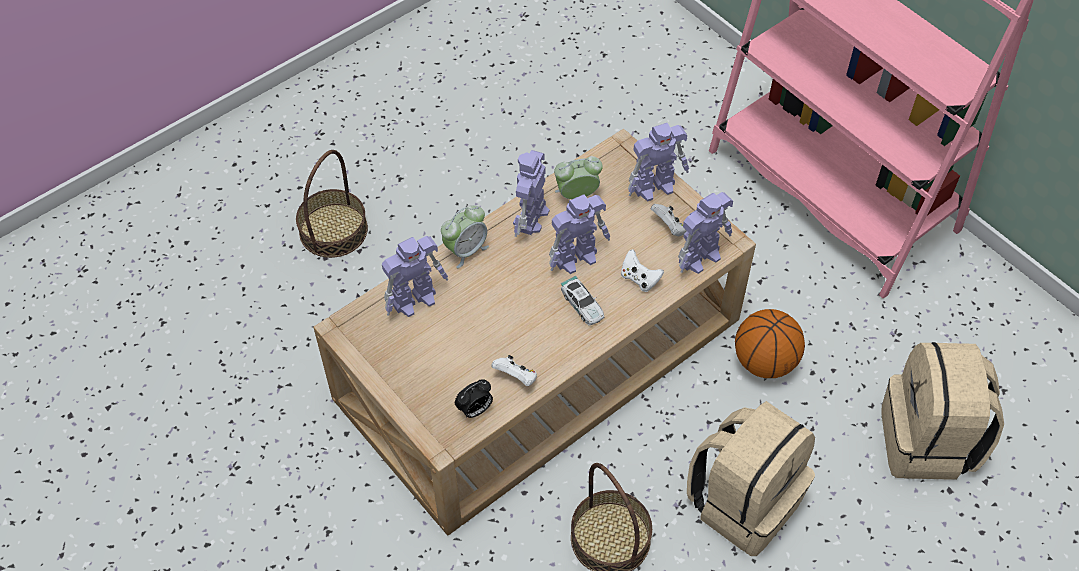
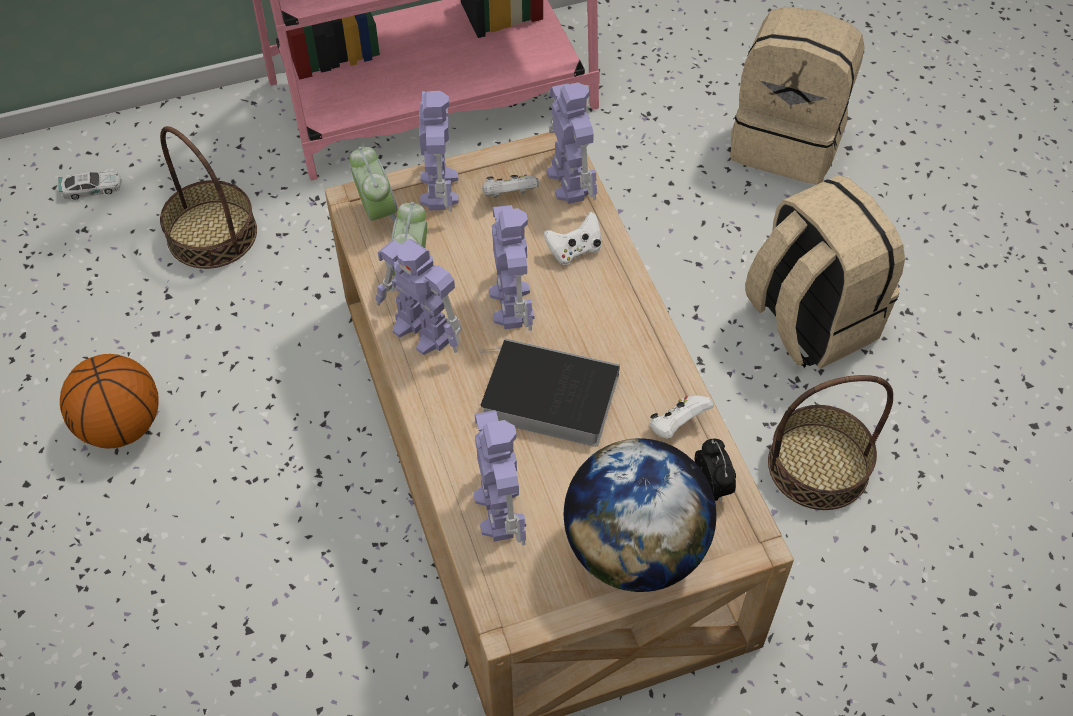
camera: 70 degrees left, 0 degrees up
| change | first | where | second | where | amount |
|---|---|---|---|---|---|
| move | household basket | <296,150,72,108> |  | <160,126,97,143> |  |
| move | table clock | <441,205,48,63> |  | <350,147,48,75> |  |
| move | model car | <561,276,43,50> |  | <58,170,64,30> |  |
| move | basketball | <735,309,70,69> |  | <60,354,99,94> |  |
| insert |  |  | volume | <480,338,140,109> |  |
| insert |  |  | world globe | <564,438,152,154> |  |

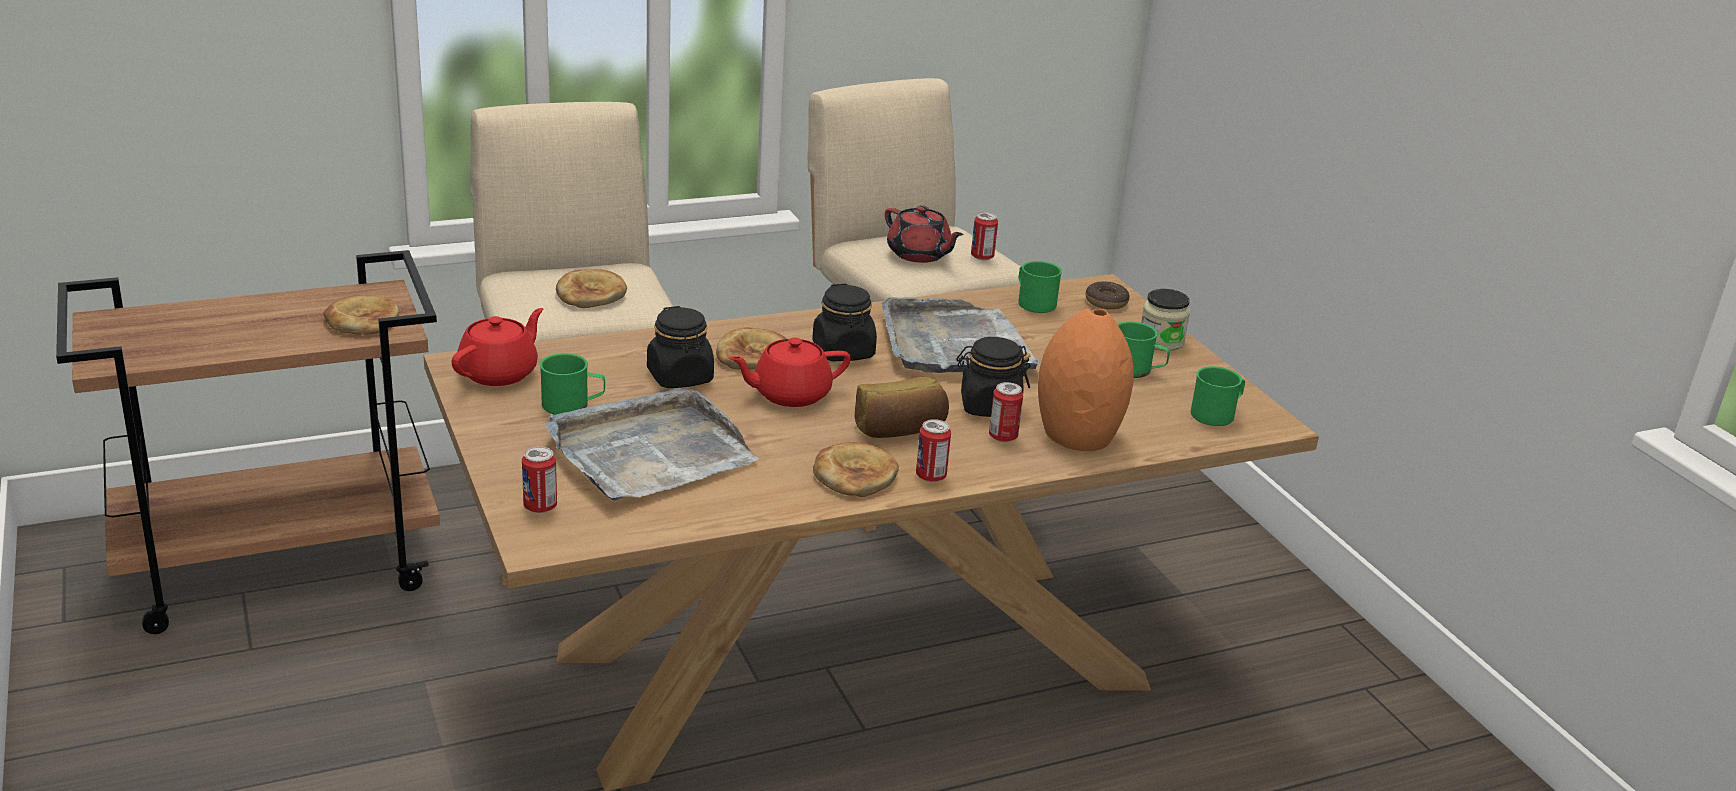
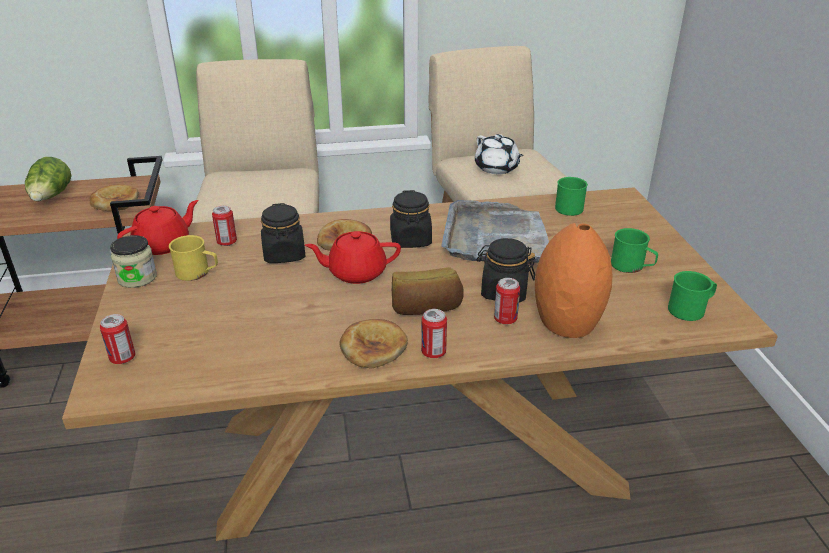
camera: 15 degrees right, 5 degrees up
| change | first | where | second | where | amount |
|---|---|---|---|---|---|
| recolor | coffee mug in green-coloured | <540,353,65,62> | coffee mug in yellow-coloured | <169,235,49,46> |  |
| delete | serving tray in greyish | <545,388,214,113> |  |  |  |
| delete | baked bread | <556,269,71,39> |  |  |  |
| recolor | teapot in red | <885,205,79,58> | teapot in whitish | <475,134,49,40> |  |
| move | can | <971,212,27,48> |  | <212,206,25,40> |  |
| delete | doughnut | <1085,281,45,28> |  |  |  |
| move | preserve jar | <1141,289,49,62> |  | <110,235,47,53> |  |
| insert |  |  | head of lettuce | <25,157,46,44> |  |

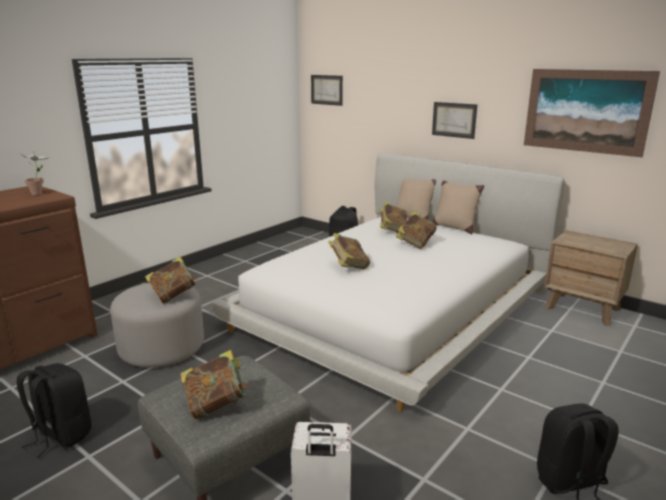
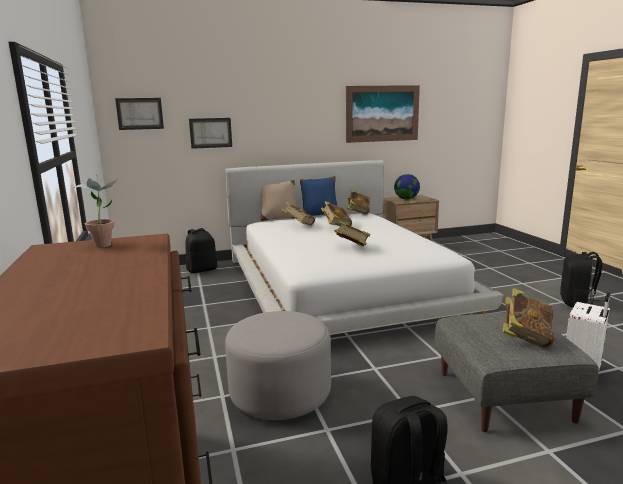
camera: 55 degrees left, 5 degrees down
| change | first | where | second | where | amount |
|---|---|---|---|---|---|
| move | volume | <145,257,52,47> |  | <347,190,23,25> |  |
| move | wall picture | <432,102,45,37> |  | <189,118,43,31> |  |
| recolor | cushion in beige | <432,180,52,54> | cushion in bluish | <300,176,37,40> |  |
| insert |  |  | world globe | <394,174,26,25> |  |

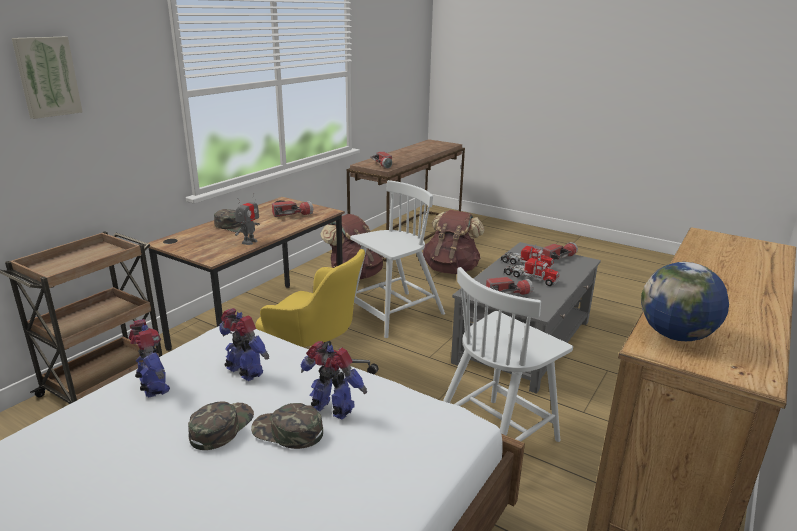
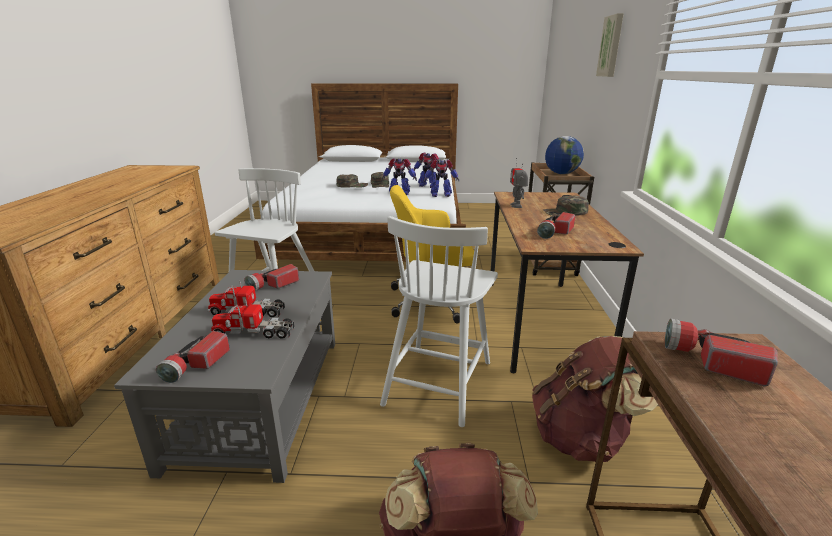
camera: 150 degrees right, 0 degrees up
| change | first | where | second | where | amount |
|---|---|---|---|---|---|
| move | toy robot | <301,341,66,79> |  | <423,160,36,37> |  |
| move | world globe | <641,262,88,79> |  | <545,136,39,38> |  |

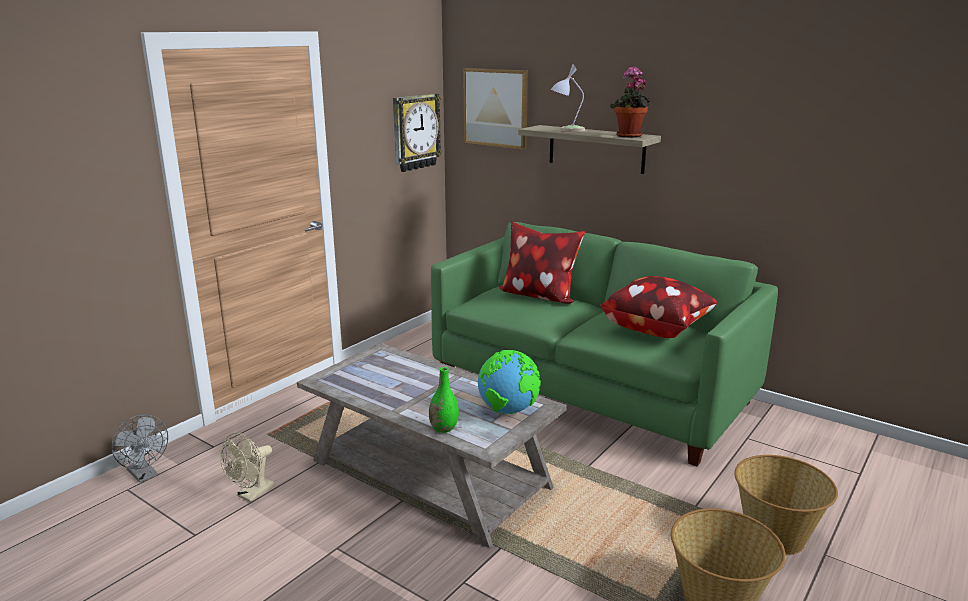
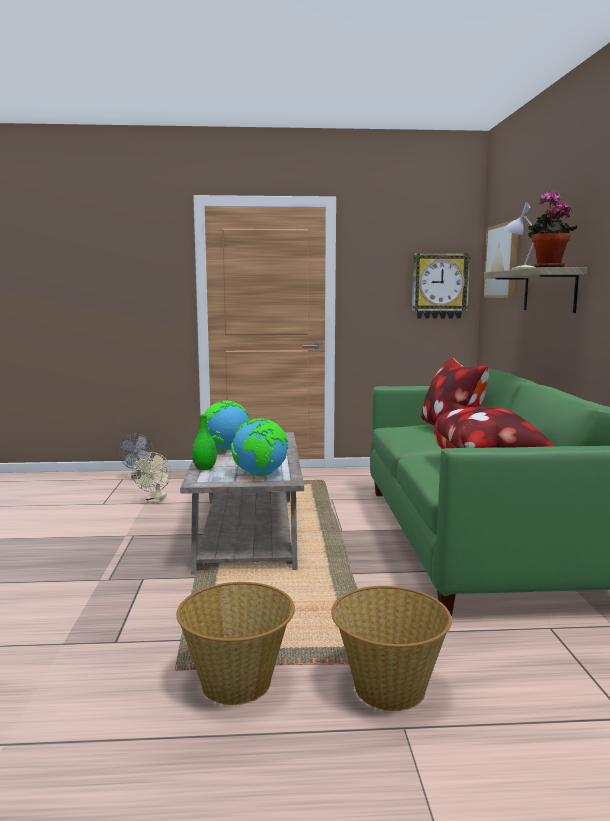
camera: 50 degrees right, 10 degrees down
| change | first | where | second | where | amount |
|---|---|---|---|---|---|
| rotate | cooling fan in beige | <220,433,55,69> |  | <132,452,39,51> | 75 degrees counterclockwise |
| insert |  |  | world globe | <204,401,45,49> |  |

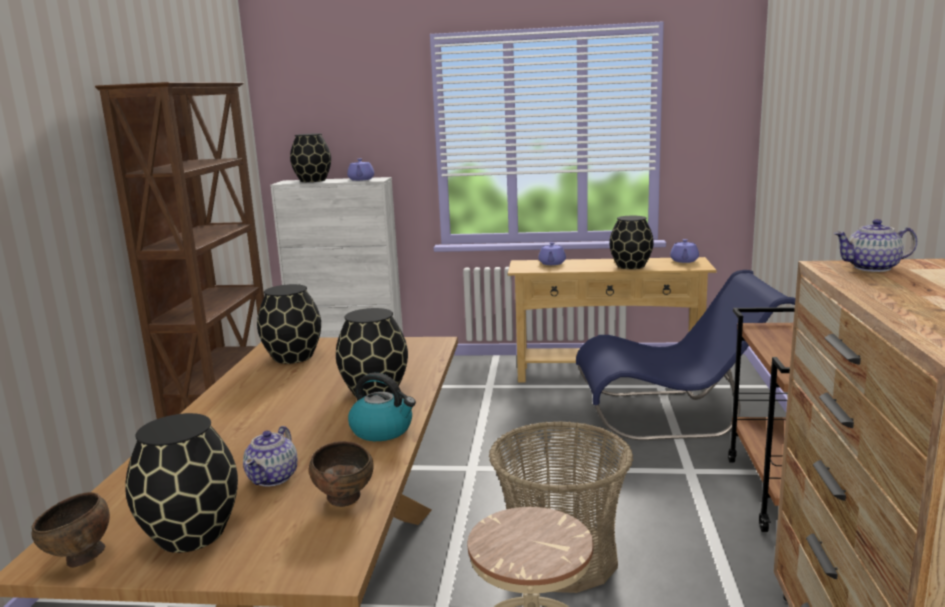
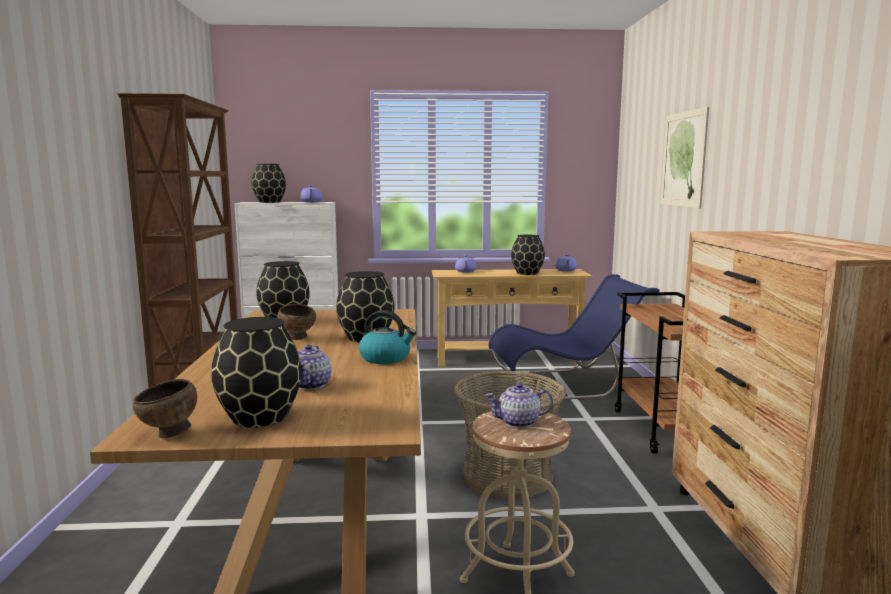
camera: 10 degrees left, 5 degrees down
| change | first | where | second | where | amount |
|---|---|---|---|---|---|
| move | deep dish in brownish | <309,441,65,66> |  | <277,304,39,36> |  |
| move | teapot | <834,219,83,53> |  | <485,383,68,45> |  |
| insert |  |  | wall picture | <660,107,49,102> |  |

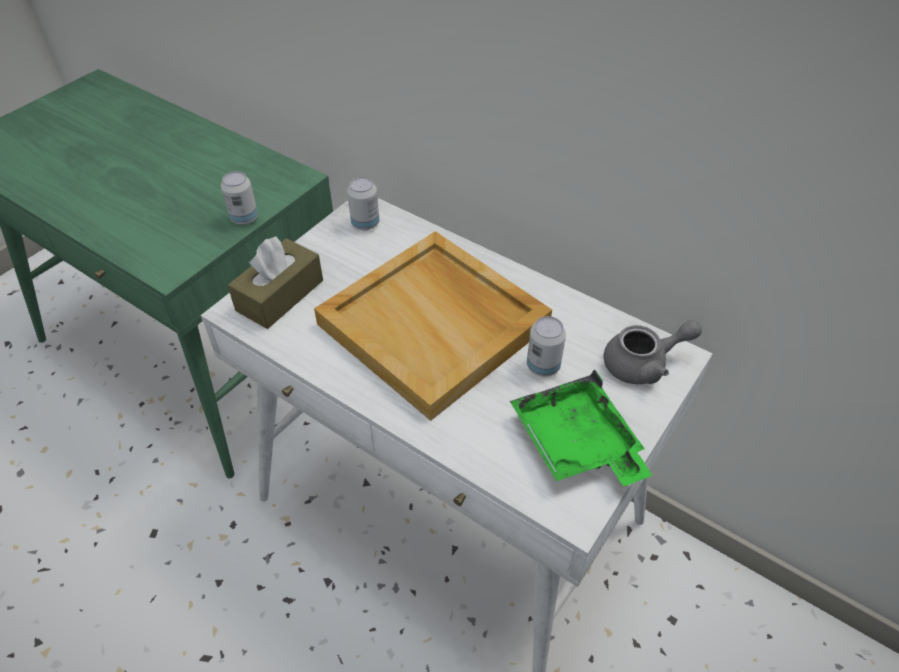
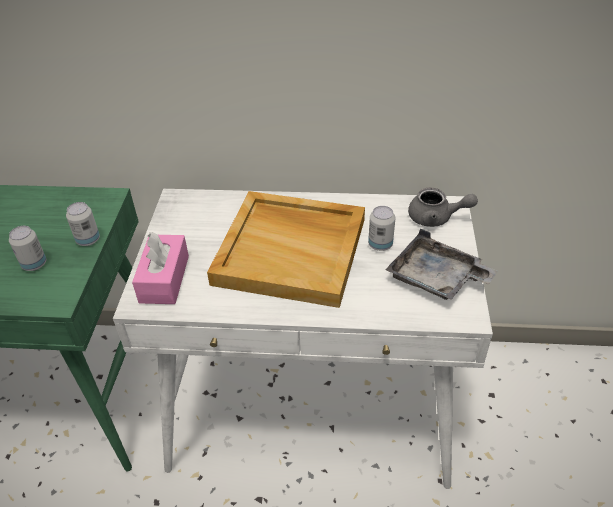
camera: 30 degrees left, 5 degrees down
| change | first | where | second | where | amount |
|---|---|---|---|---|---|
| recolor | tissue box in brownish | <228,237,95,92> | tissue box in pink-coloured | <132,232,57,72> |  |
| move | can | <347,177,32,53> |  | <9,226,37,45> |  |
| recolor | serving tray in green-coloured | <510,369,142,117> | serving tray in greyish | <385,229,113,71> |  |
| rotate | teapot in greyish | <604,320,98,64> |  | <408,188,70,39> | 60 degrees clockwise |

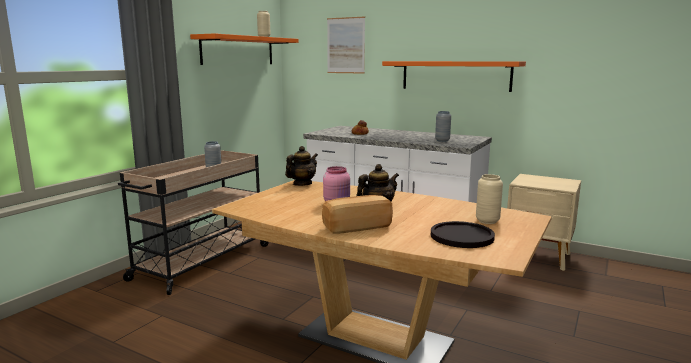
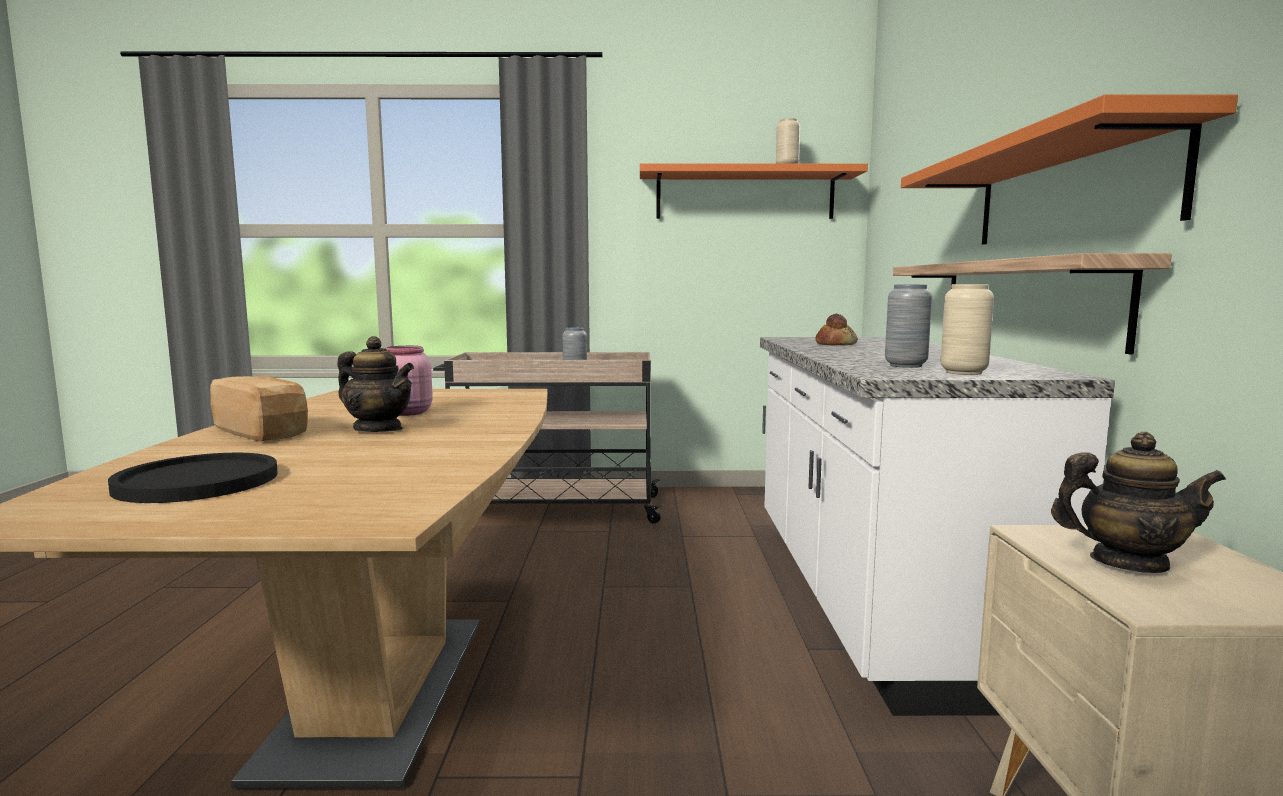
camera: 60 degrees right, 5 degrees down
| change | first | where | second | where | amount |
|---|---|---|---|---|---|
| move | teapot | <285,146,33,40> |  | <1051,432,175,141> |  |
| delete | wall picture | <327,17,38,57> |  |  |  |
| move | decorative vase in beige | <476,174,27,50> |  | <940,284,54,91> |  |
| insert |  |  | bracket shelf | <893,253,279,102> |  |

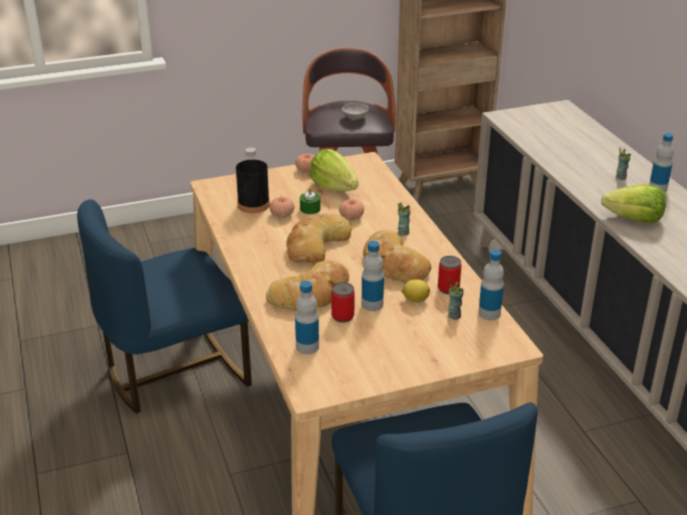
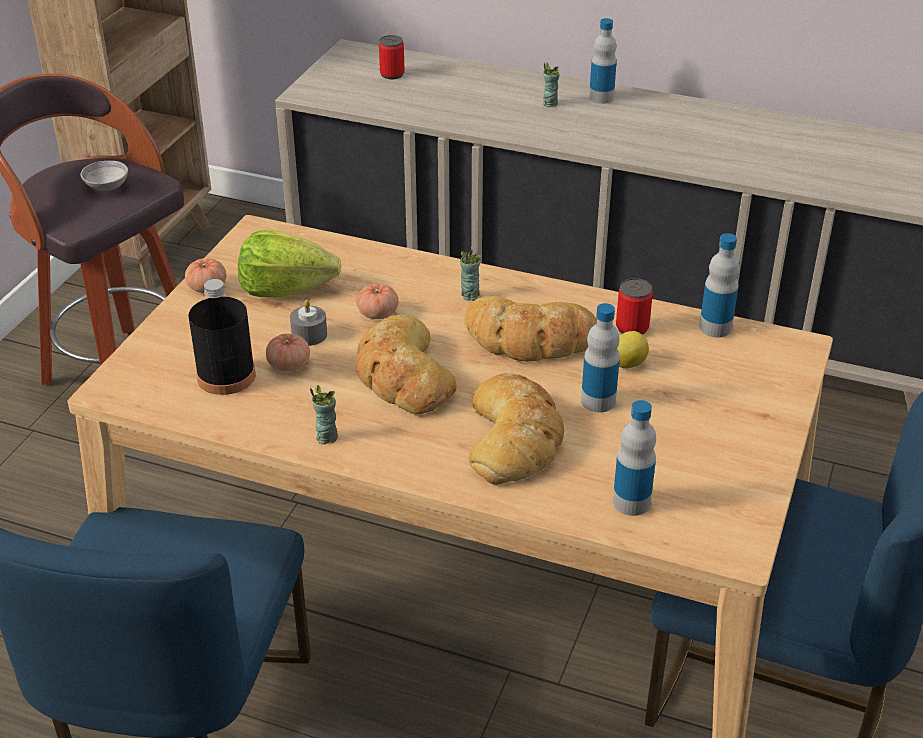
camera: 50 degrees left, 5 degrees up
| change | first | where | second | where | amount |
|---|---|---|---|---|---|
| recolor | wax light in green-coloured | <300,187,21,27> | wax light in greyish | <290,300,37,46> |  |
| move | can | <331,282,23,41> |  | <379,35,26,44> |  |
| move | small cup | <447,280,17,40> |  | <310,385,28,59> |  |
| delete | head of lettuce | <601,184,65,39> |  |  |  |

